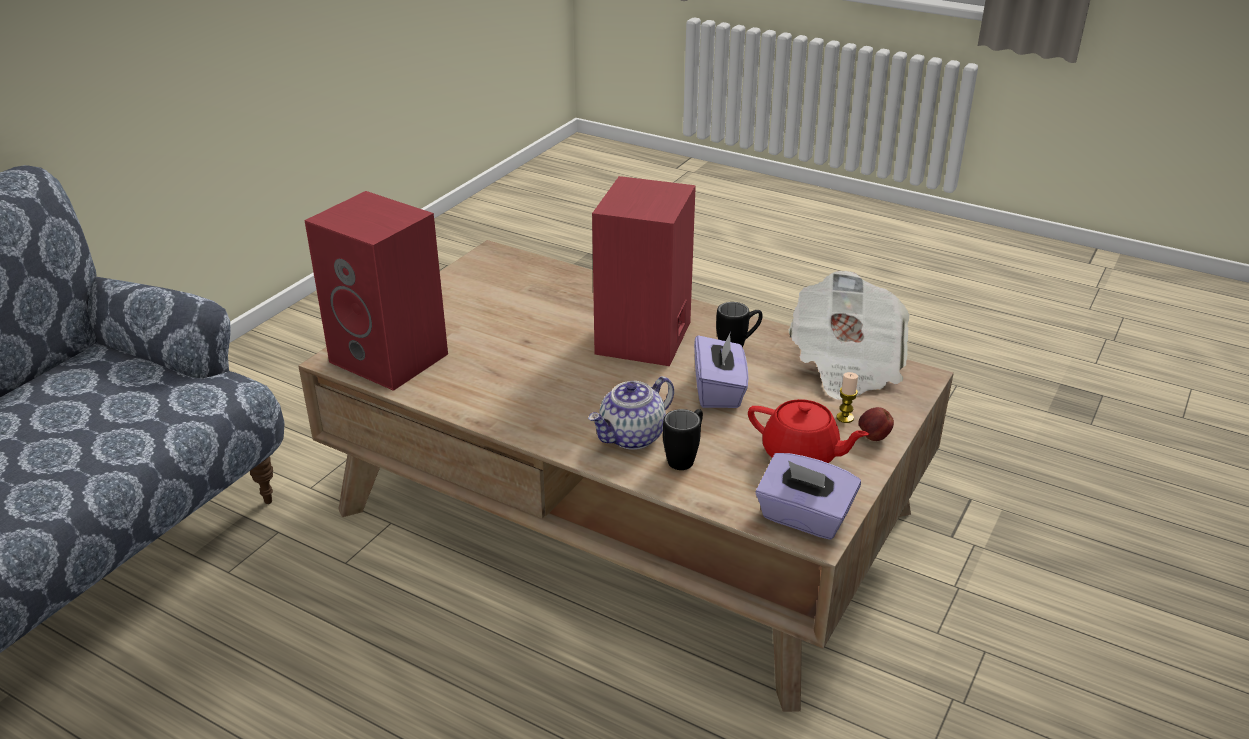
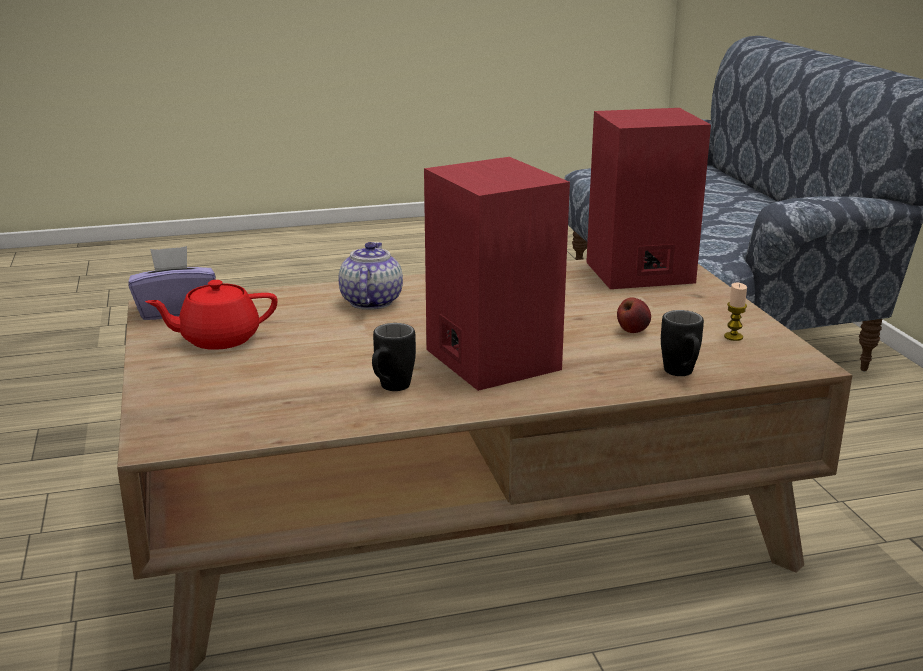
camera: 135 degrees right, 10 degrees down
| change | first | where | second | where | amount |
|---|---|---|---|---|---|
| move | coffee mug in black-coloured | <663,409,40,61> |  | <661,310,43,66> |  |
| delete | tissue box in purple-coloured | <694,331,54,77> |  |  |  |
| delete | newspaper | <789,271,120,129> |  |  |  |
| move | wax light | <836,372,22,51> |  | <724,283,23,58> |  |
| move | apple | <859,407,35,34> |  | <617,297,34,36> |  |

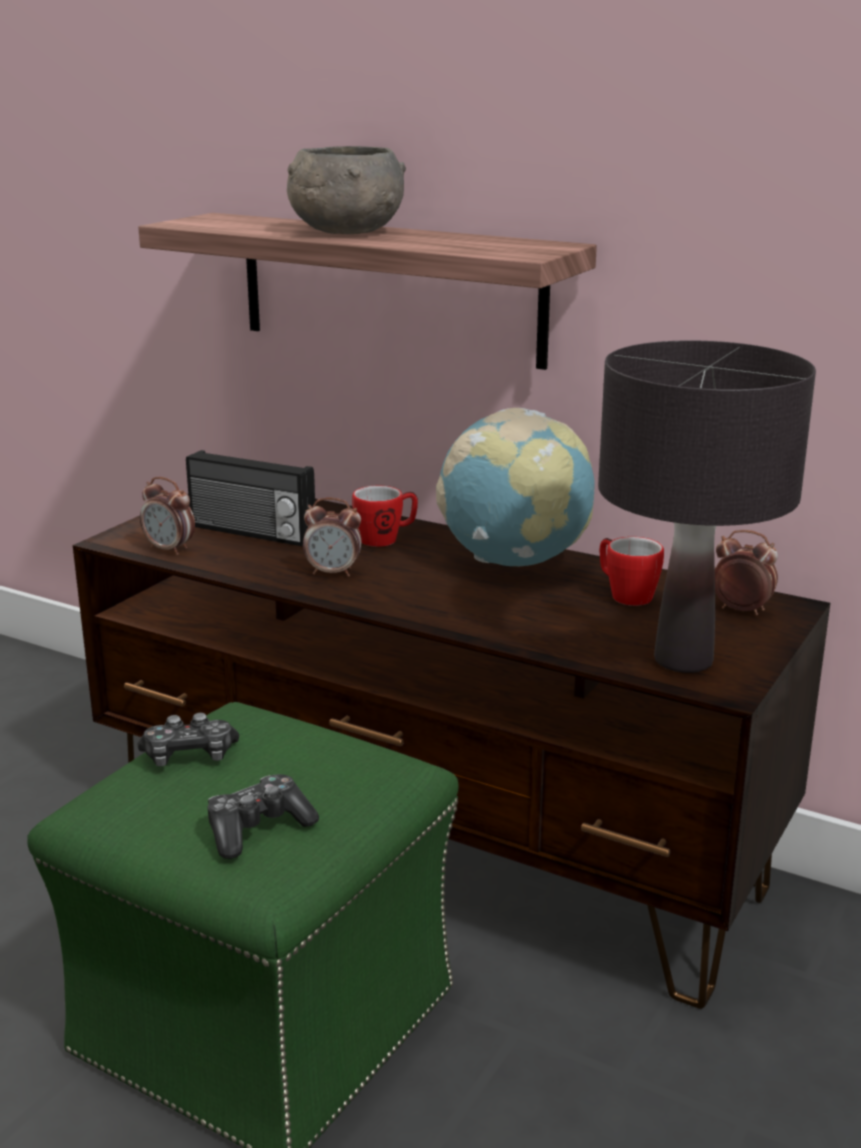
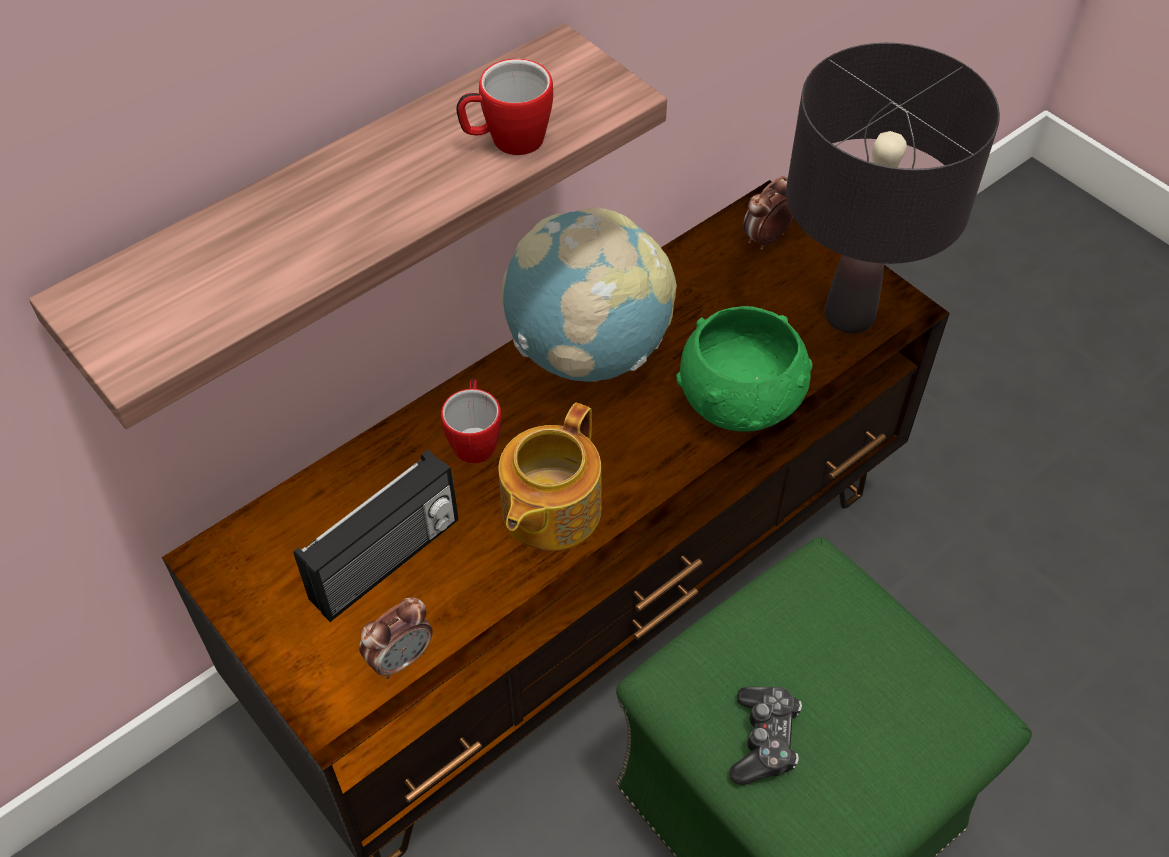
camera: 70 degrees left, 30 degrees up
| change | first | where | second | where | amount |
|---|---|---|---|---|---|
| delete | game controller | <208,774,111,85> |  |  |  |
| delete | deep dish in greyish | <287,146,119,88> |  |  |  |
| replace | table clock | <303,497,59,80> | teapot | <498,403,104,148> |  |
| move | coffee mug | <600,537,64,69> |  | <456,59,97,96> |  |
| insert |  |  | deep dish in green-coloured | <676,306,137,126> |  |

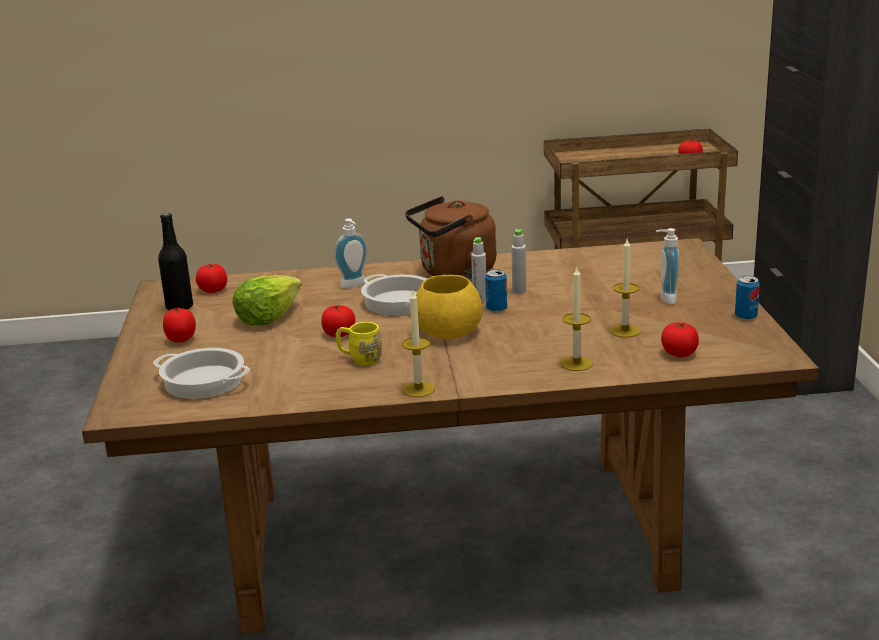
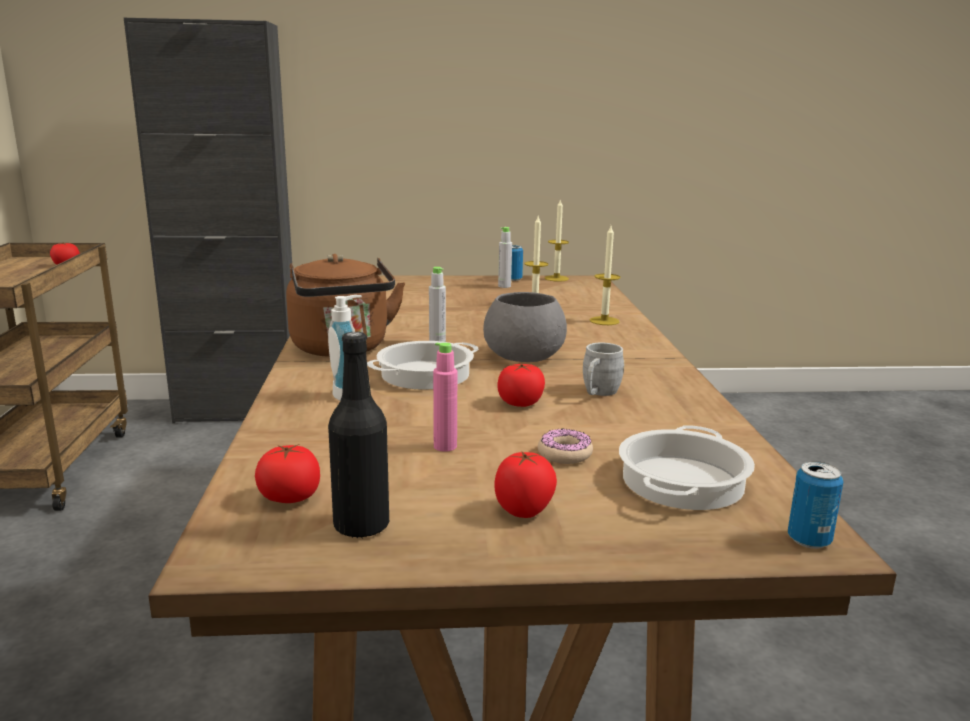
camera: 90 degrees left, 5 degrees down
| change | first | where | second | where | amount |
|---|---|---|---|---|---|
| replace | head of lettuce | <233,275,69,51> | drink bottle in pink-coloured | <433,342,24,110> |  |
| recolor | coffee mug in yellow-coloured | <336,322,46,44> | coffee mug in greyish | <583,342,42,54> |  |
| move | wax light | <402,291,33,106> |  | <545,199,24,83> |  |
| recolor | deep dish in yellow-coloured | <416,275,66,64> | deep dish in greyish | <483,292,84,70> |  |
| move | can | <485,269,22,43> |  | <788,461,55,88> |  |
| move | drink bottle in greyish | <511,229,15,65> |  | <498,227,14,61> |  |
| delete | liquid soap bottle | <656,228,23,76> |  |  |  |
| delete | whole tomato | <661,322,38,35> |  |  |  |
| insert |  |  | doughnut | <538,428,55,36> |  |

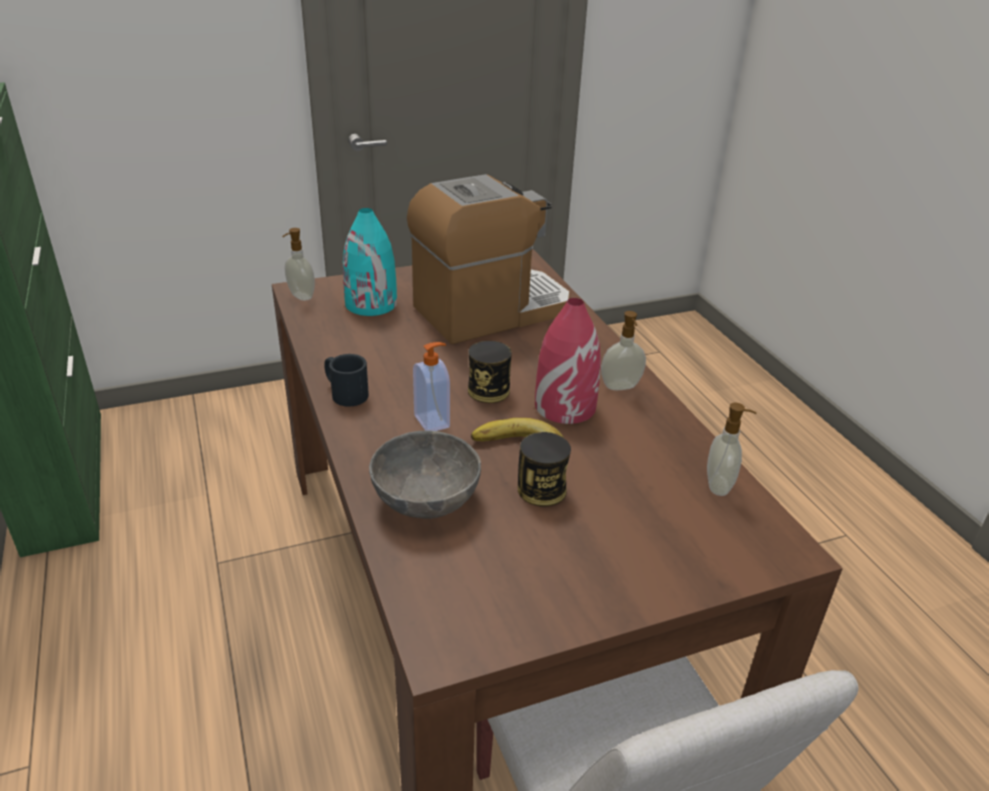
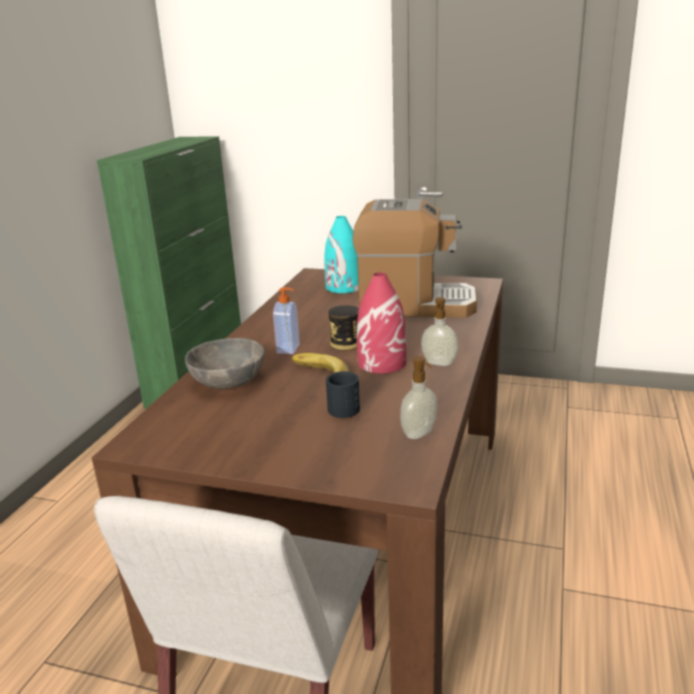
camera: 40 degrees right, 10 degrees down
| change | first | where | second | where | amount |
|---|---|---|---|---|---|
| delete | liquid soap bottle | <282,228,33,73> |  |  |  |
| move | coffee mug in black-coloured | <324,354,45,53> |  | <326,371,34,47> |  |
| delete | can | <518,432,53,75> |  |  |  |

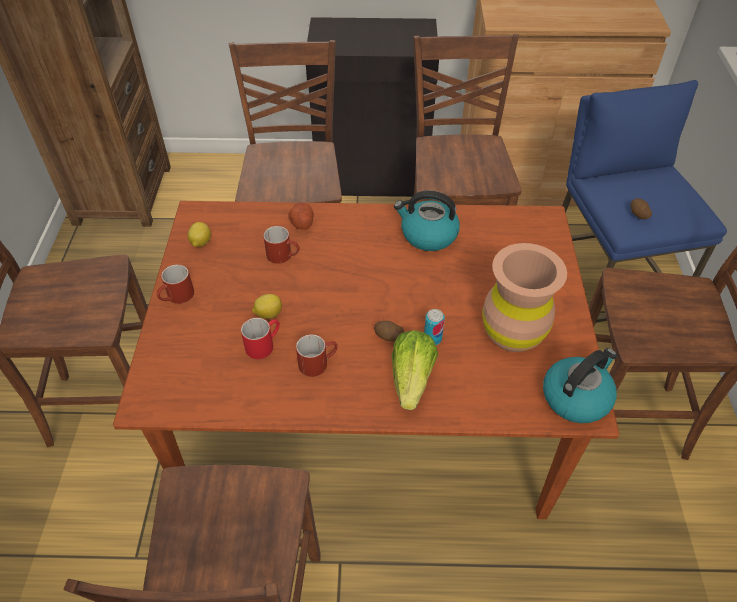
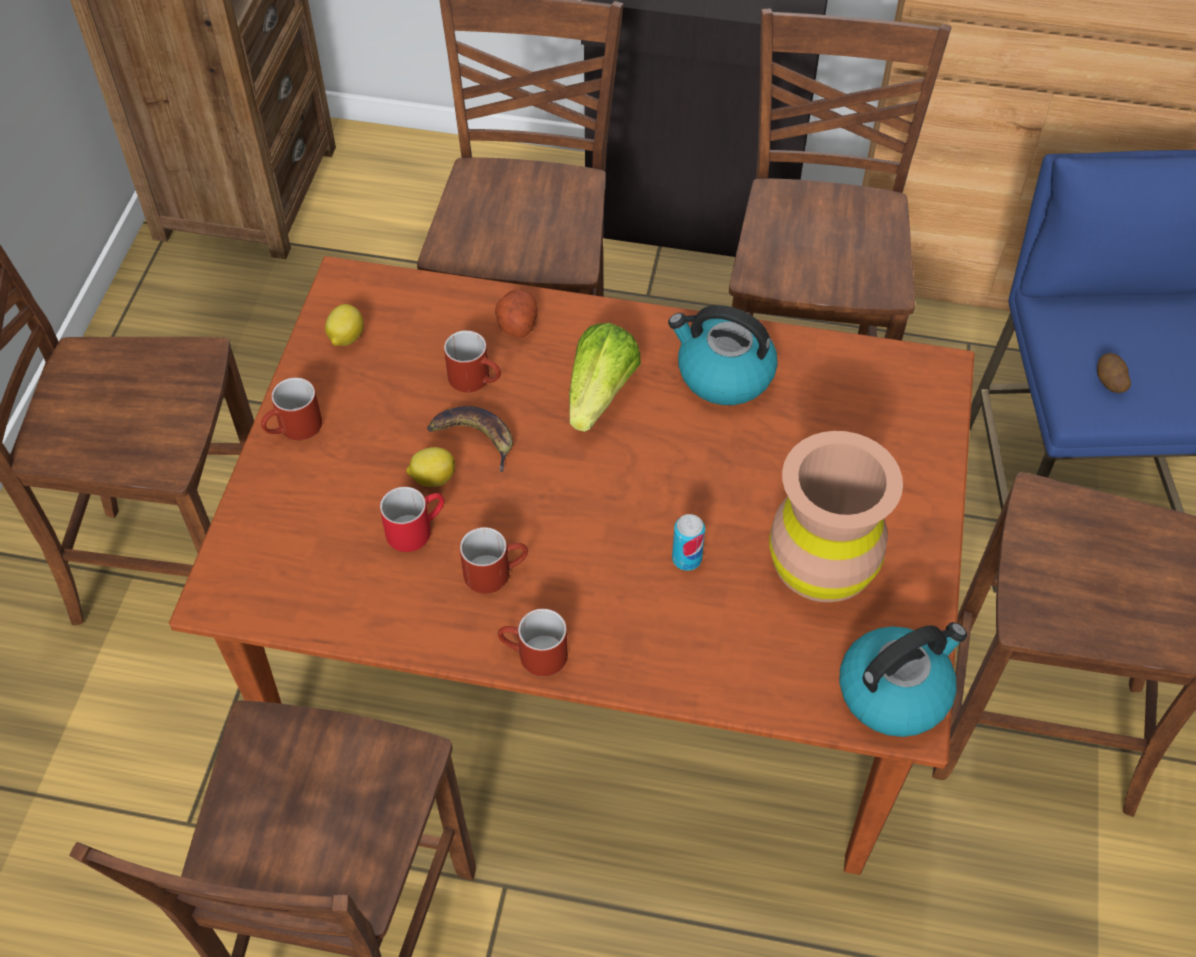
camera: 10 degrees right, 5 degrees up
| change | first | where | second | where | amount |
|---|---|---|---|---|---|
| delete | spud | <374,321,30,21> |  |  |  |
| move | head of lettuce | <392,330,46,80> |  | <569,323,72,109> |  |
| insert |  |  | banana | <427,406,86,67> |  |
| insert |  |  | coffee mug in red | <498,608,70,69> |  |

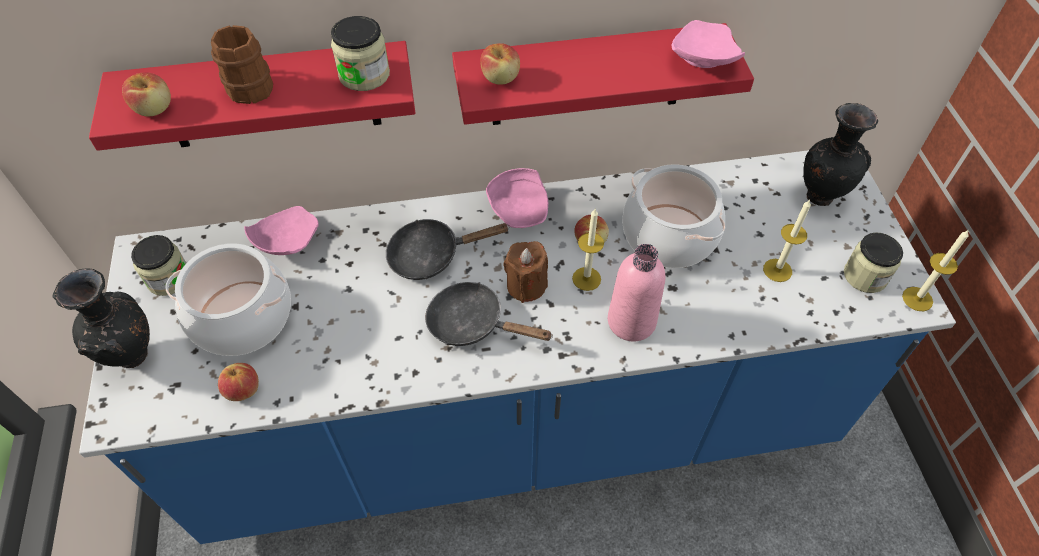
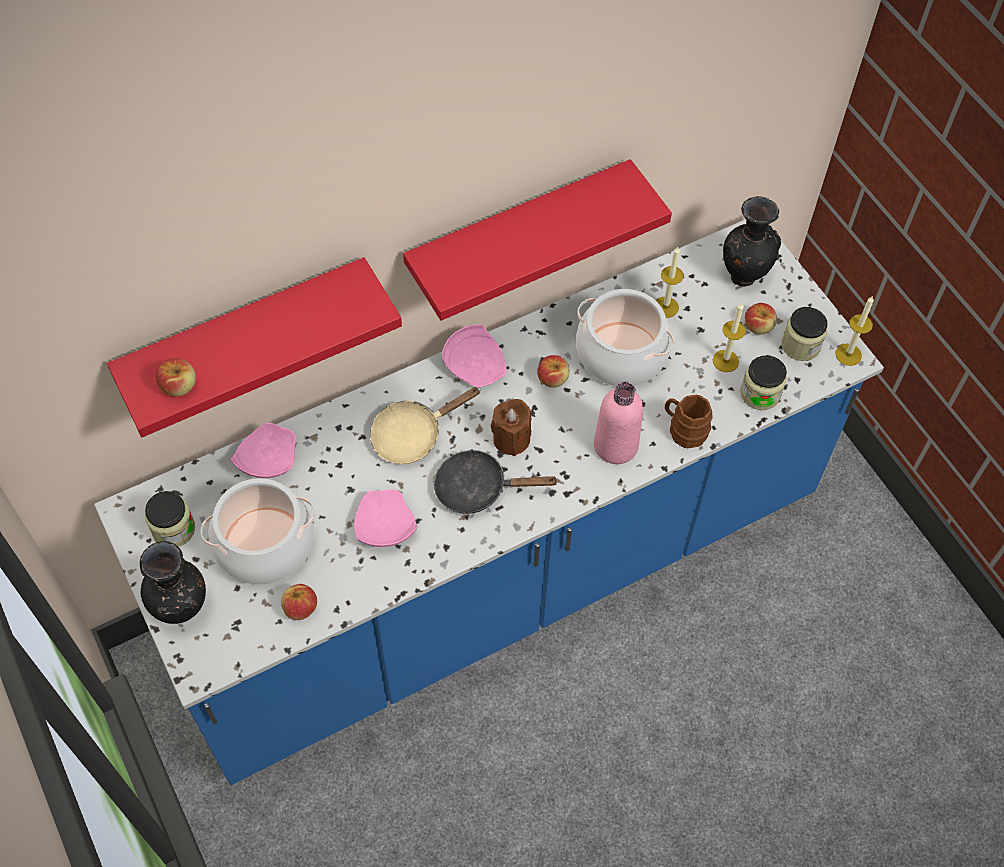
camera: 20 degrees left, 5 degrees up
| change | first | where | second | where | amount |
|---|---|---|---|---|---|
| move | coffee mug in brownish | <211,25,62,79> |  | <665,394,48,54> |  |
| move | preserve jar | <331,16,59,75> |  | <740,356,47,54> |  |
| recolor | skillet in black-coloured | <386,219,124,61> | skillet in beige | <370,387,111,77> |  |
| move | apple | <480,43,40,42> |  | <745,303,32,32> |  |
| move | wax light | <572,209,32,82> |  | <656,247,28,71> |  |
| move | dinner plate in pink-coloured | <672,20,73,48> |  | <354,490,63,57> |  |

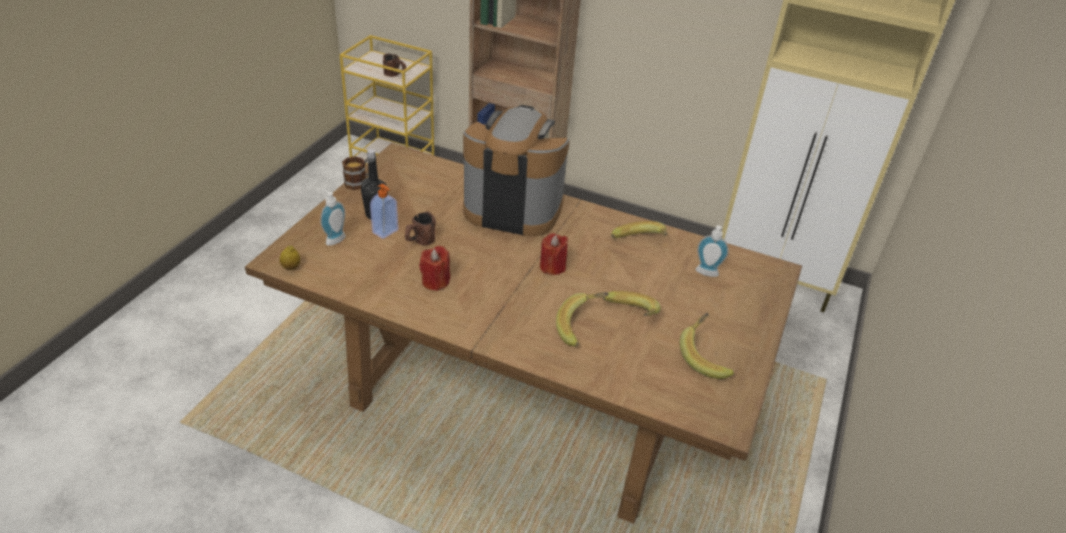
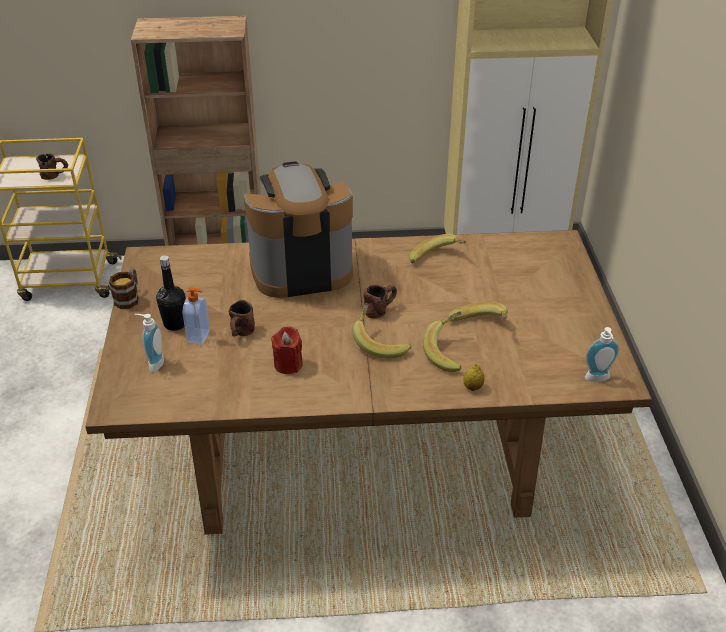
camera: 25 degrees left, 0 degrees up
| change | first | where | second | where | amount |
|---|---|---|---|---|---|
| move | citrus fruit | <280,246,20,24> |  | <464,364,21,27> |  |
| replace | wax light in red | <540,233,28,42> | coffee mug in brownish | <363,285,34,34> |  |
| move | banana | <680,313,54,66> |  | <352,303,59,55> |  |
| move | liquid soap bottle | <696,225,33,52> |  | <585,327,35,55> |  |

